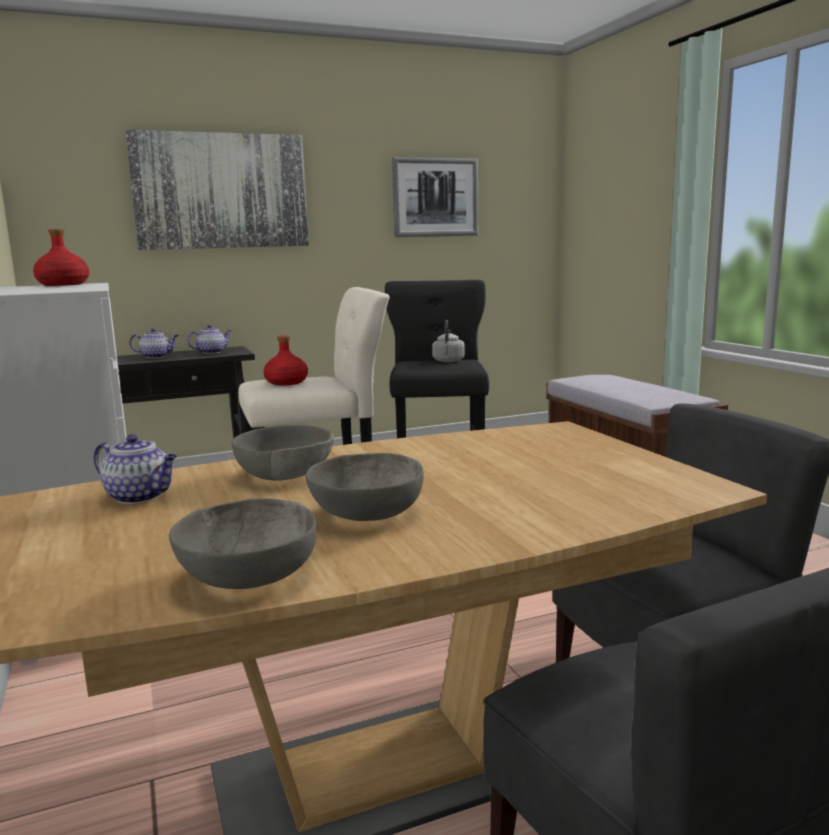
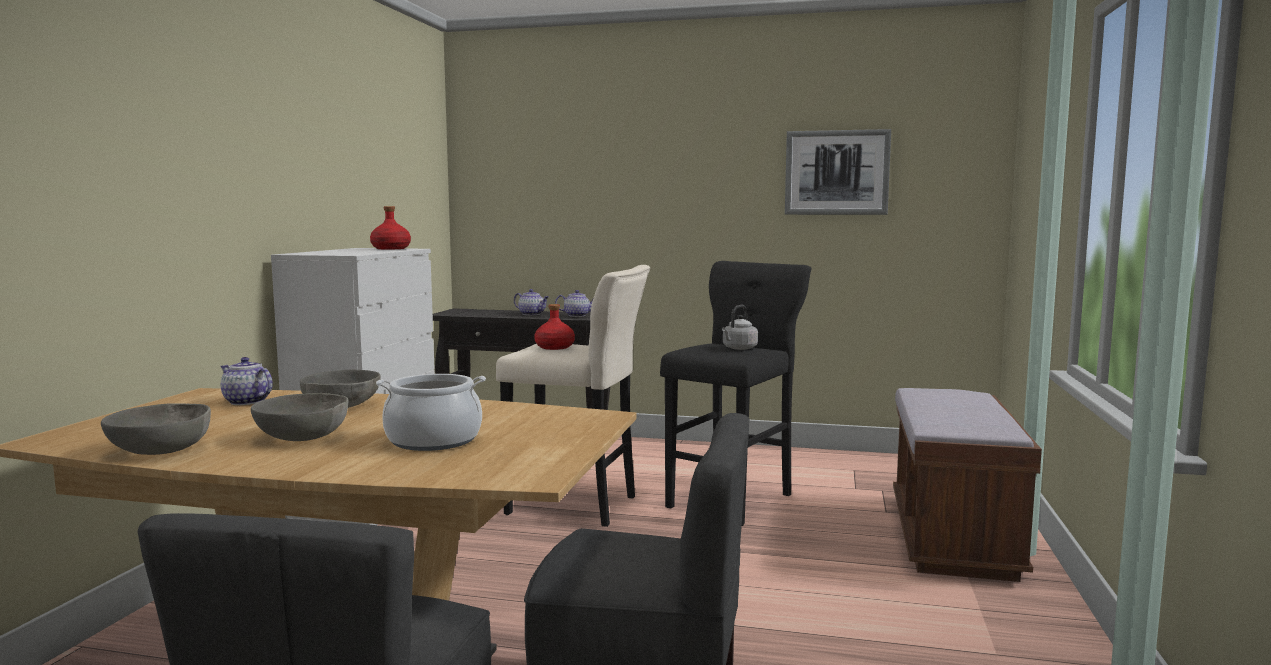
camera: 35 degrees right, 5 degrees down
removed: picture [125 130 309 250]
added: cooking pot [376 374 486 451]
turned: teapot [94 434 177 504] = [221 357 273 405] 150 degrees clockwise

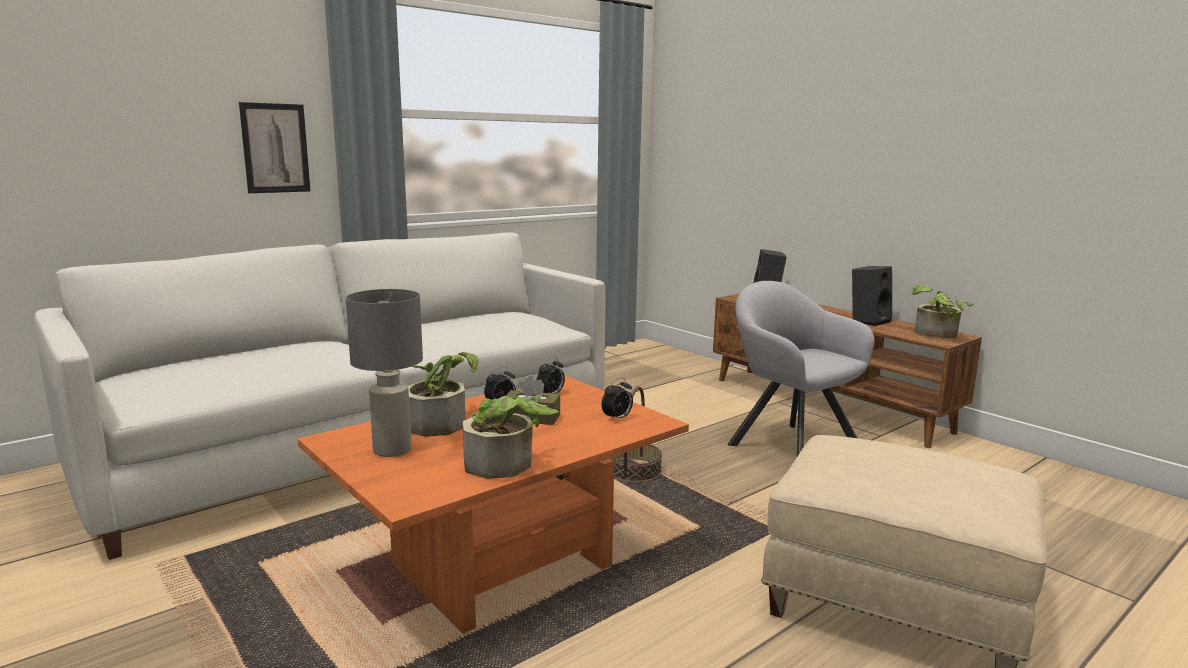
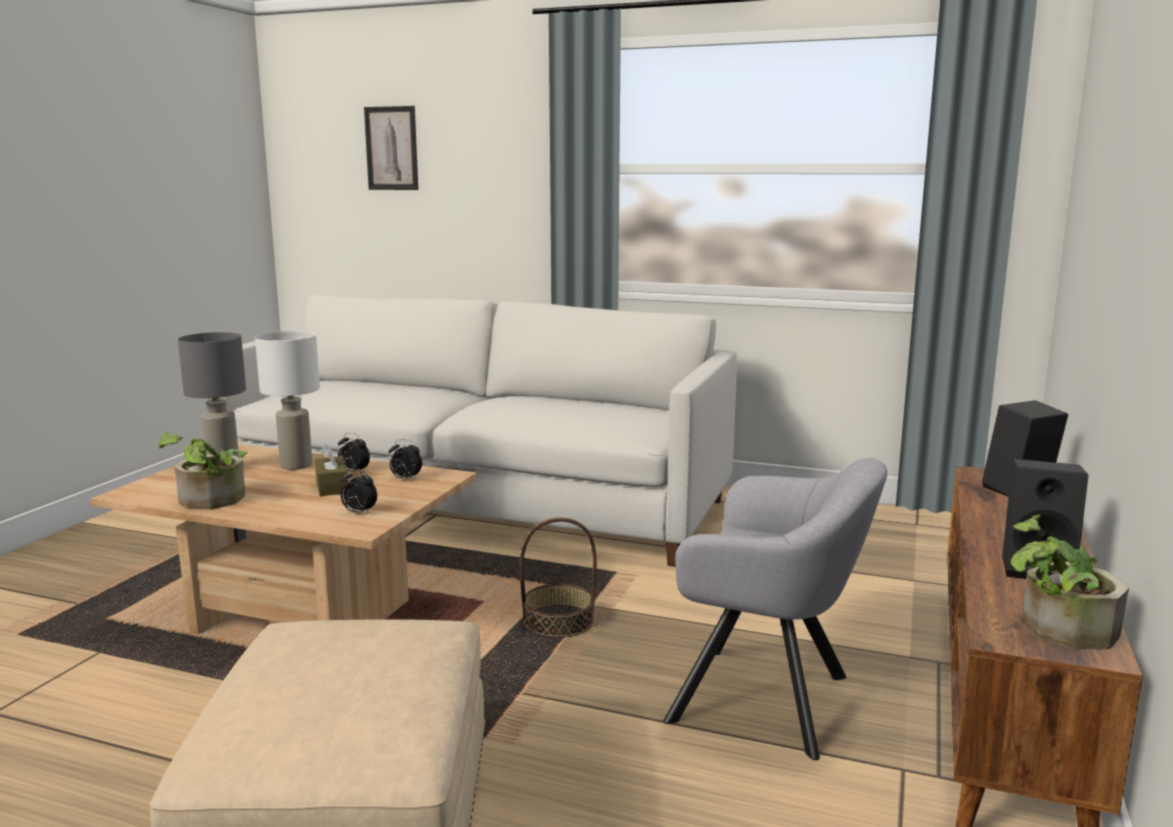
camera: 60 degrees right, 0 degrees up
moved: picture [239 102 310 193] to [364 106 418 190]
replaced: potted plant [408 352 478 436] to table lamp/white [255 331 320 470]
recoloured: coffee table/orange [297 375 689 634] to coffee table/beige [91 444 477 634]
turned: armchair/grey [728 281 875 456] = [664 458 887 760] 90 degrees clockwise

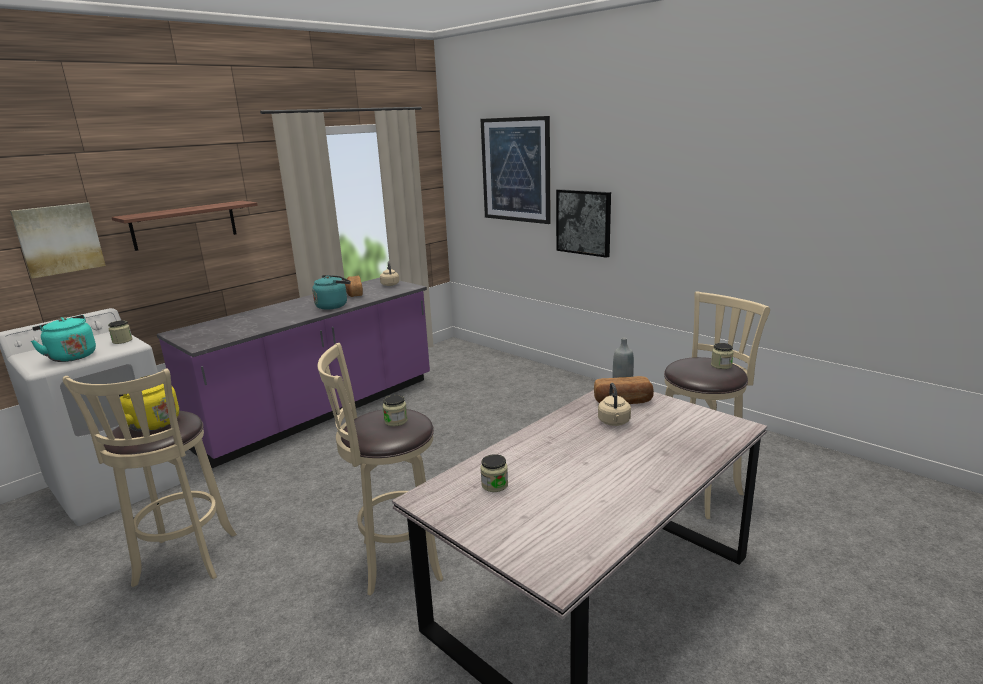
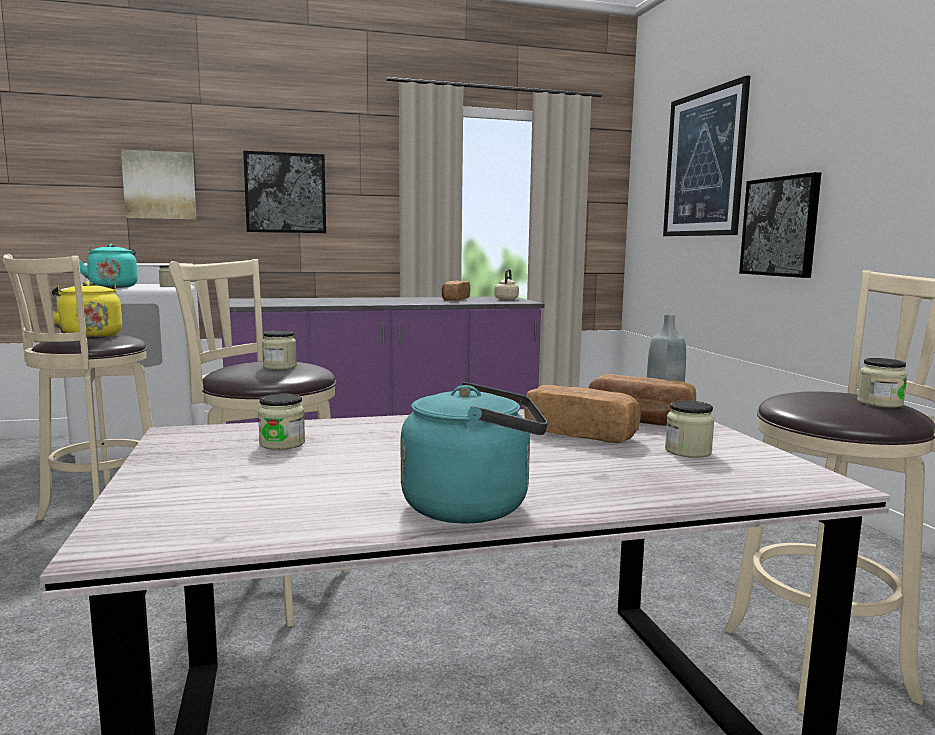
camera: 30 degrees right, 10 degrees down
added: jar [665 400 715 458]
moved: kettle/turquoise [312 275 351 310] to [401 382 548 524]
replaced: shelf [112 201 258 251] to picture [243 151 326 233]; kettle/beige [598 383 631 426] to bread [524 385 641 443]

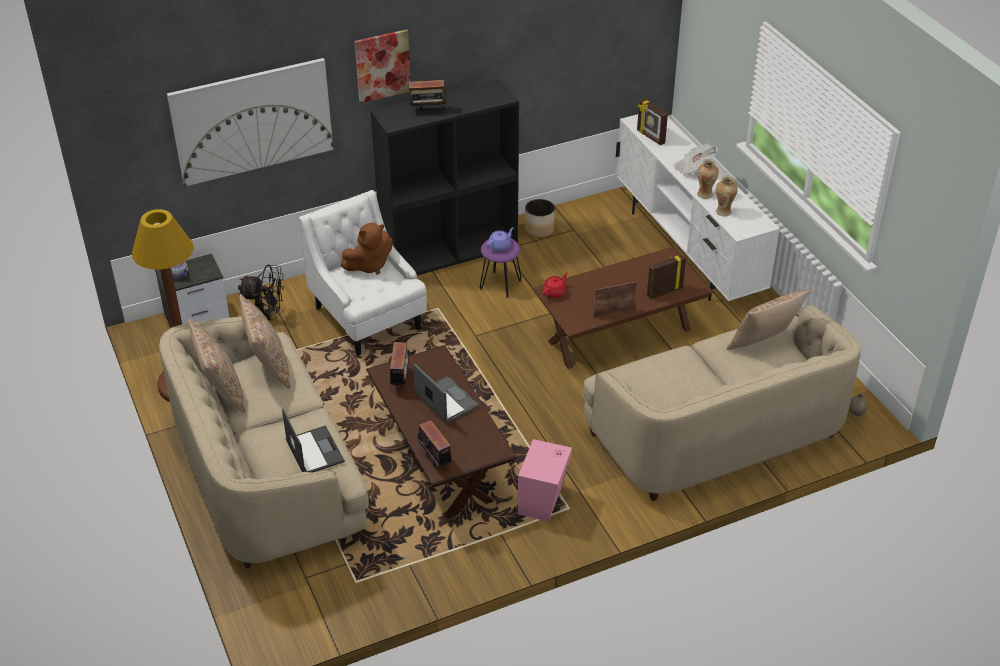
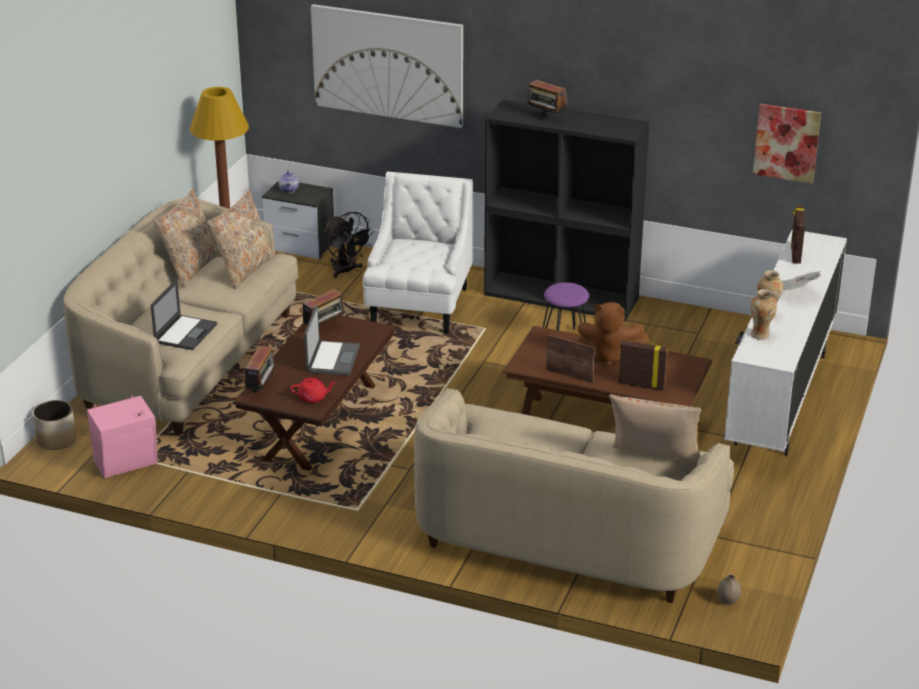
camera: 45 degrees right, 10 degrees down
removed: teapot/purple [487 227 514 251]
moved: plush toy/brown [341 222 393 275] to [577 302 649 367]; picture [354 29 411 103] to [753 104 821 183]; speaker/pink [518 439 572 522] to [87 395 158 478]; planter [525 199 555 237] to [33 400 76 450]; teapot/red [543 272 568 298] to [290 378 336 403]

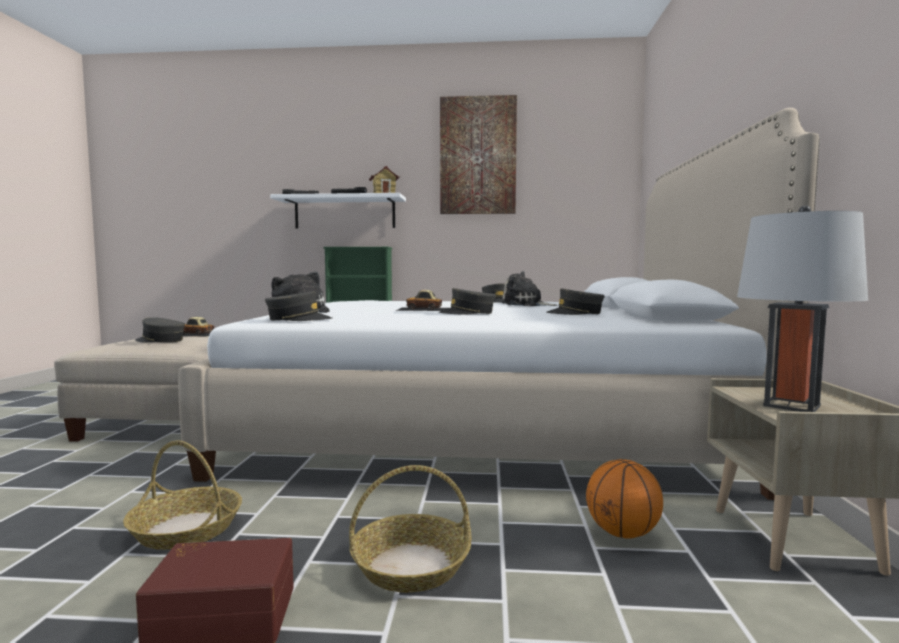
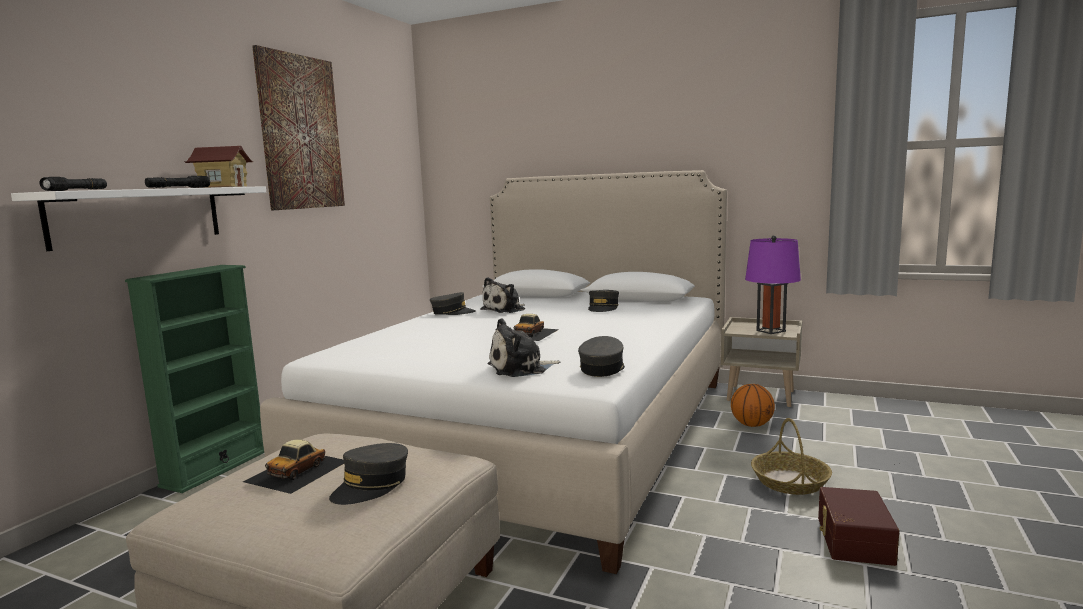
camera: 70 degrees left, 5 degrees up
removed: basket [123 441 242 550]; cap/grey [438 288 496 315]
recoloured: table lamp/grey [737 205 868 412] to table lamp/purple [745 235 801 334]

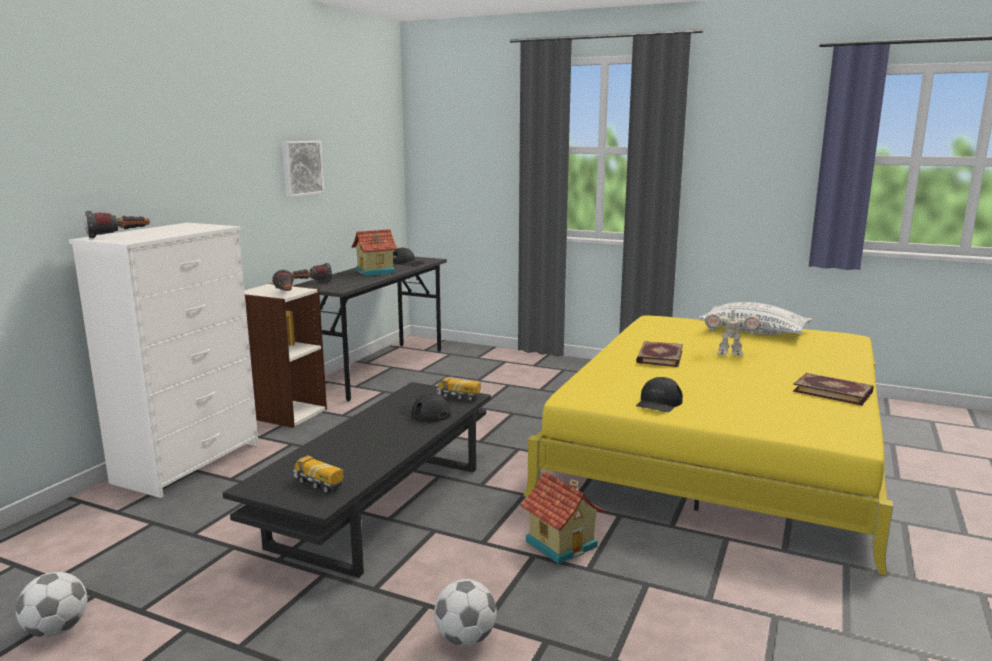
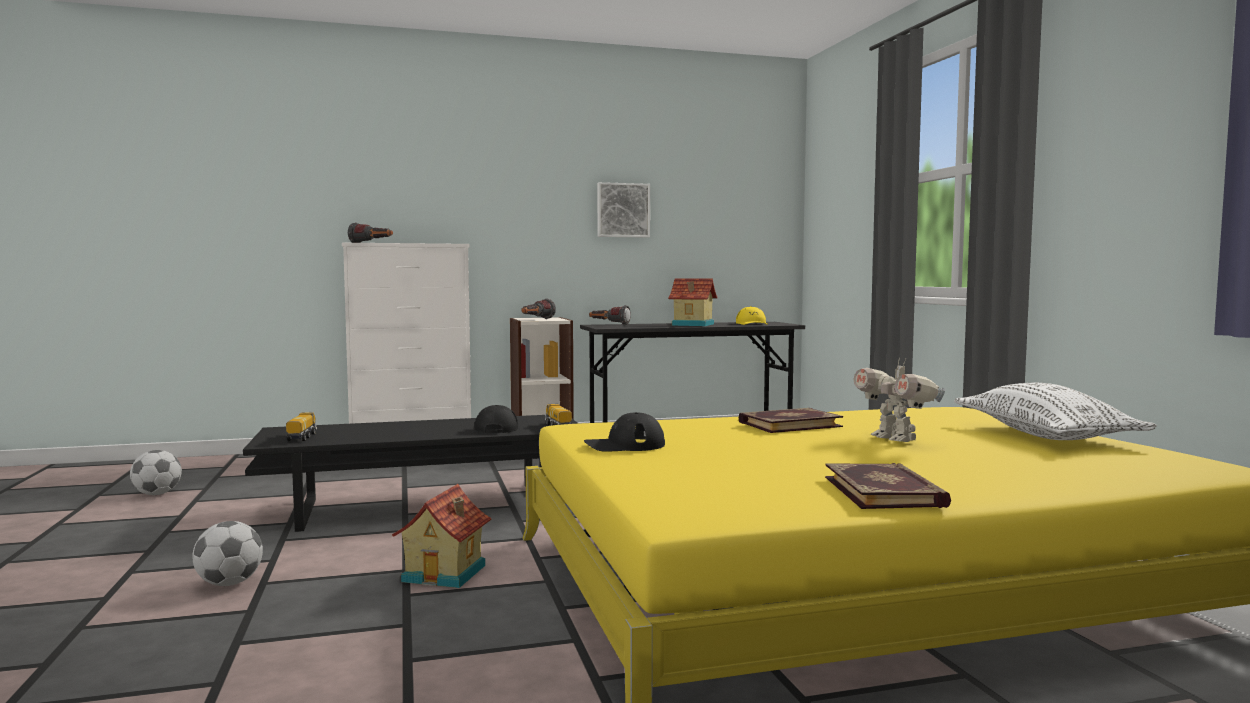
camera: 50 degrees right, 10 degrees down
recoloured: cap/black [393 248 423 265] to cap/yellow [736 306 768 325]

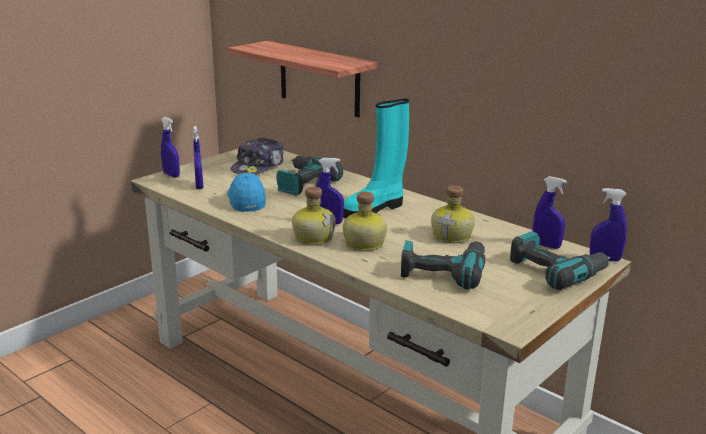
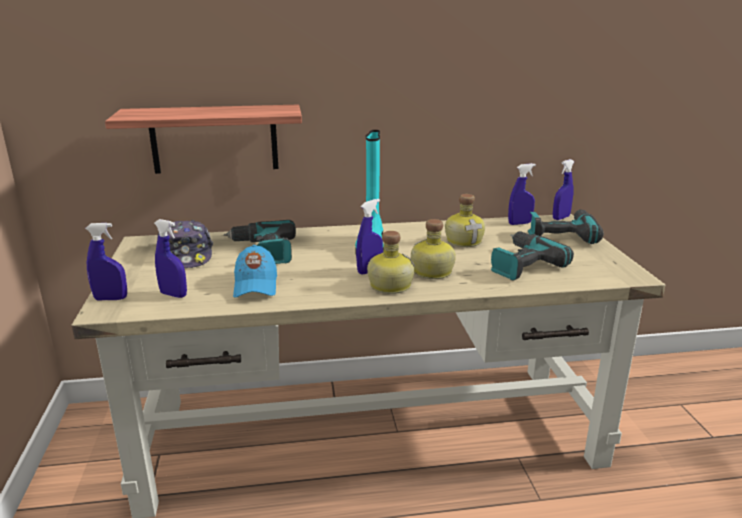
camera: 50 degrees left, 0 degrees up
turned: cap/blue [227 173 266 212] = [233 245 277 298] 120 degrees counterclockwise

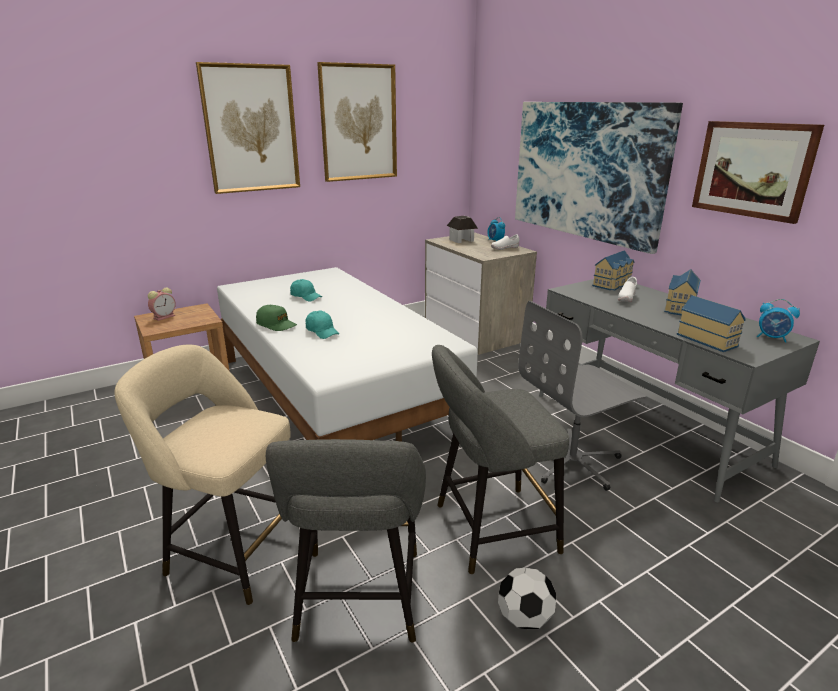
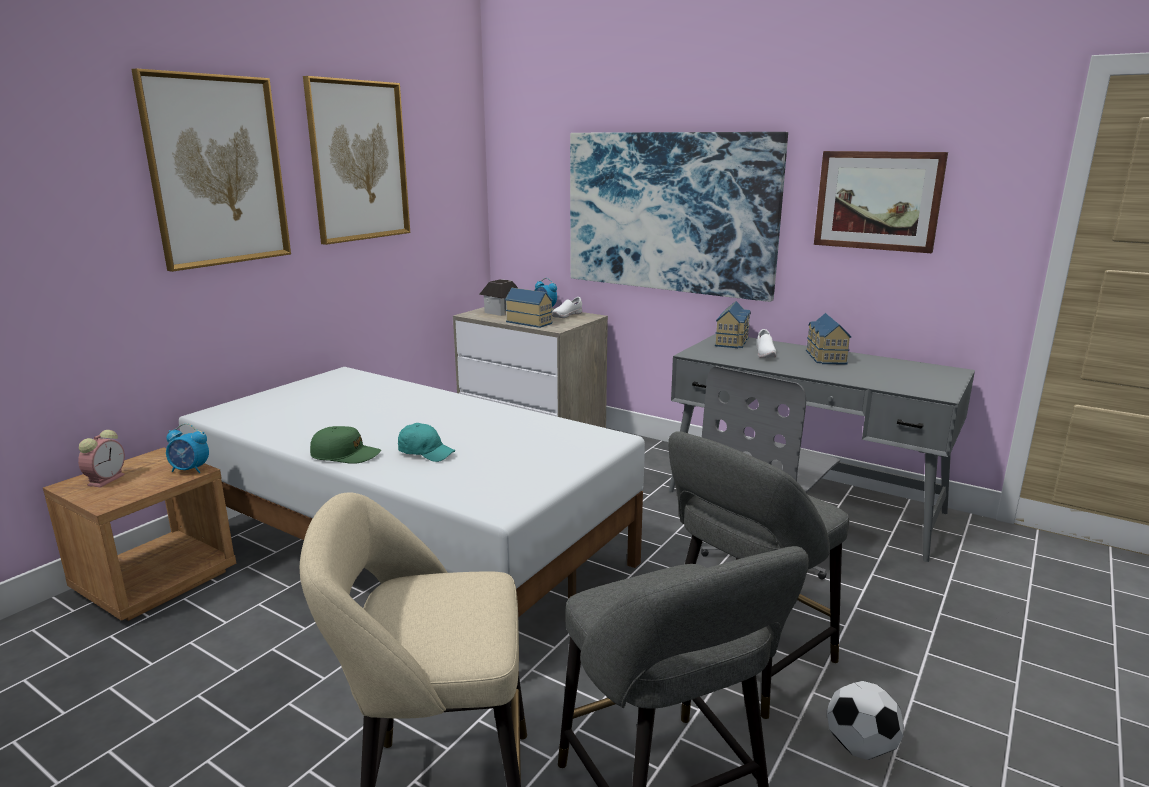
camera: 25 degrees left, 5 degrees down
removed: cap/turquoise [290 279 322 301]
moved: toy house [676 295 746 352] to [505 288 553 328]; alarm clock [757 299 800 343] to [166 423 209 474]

